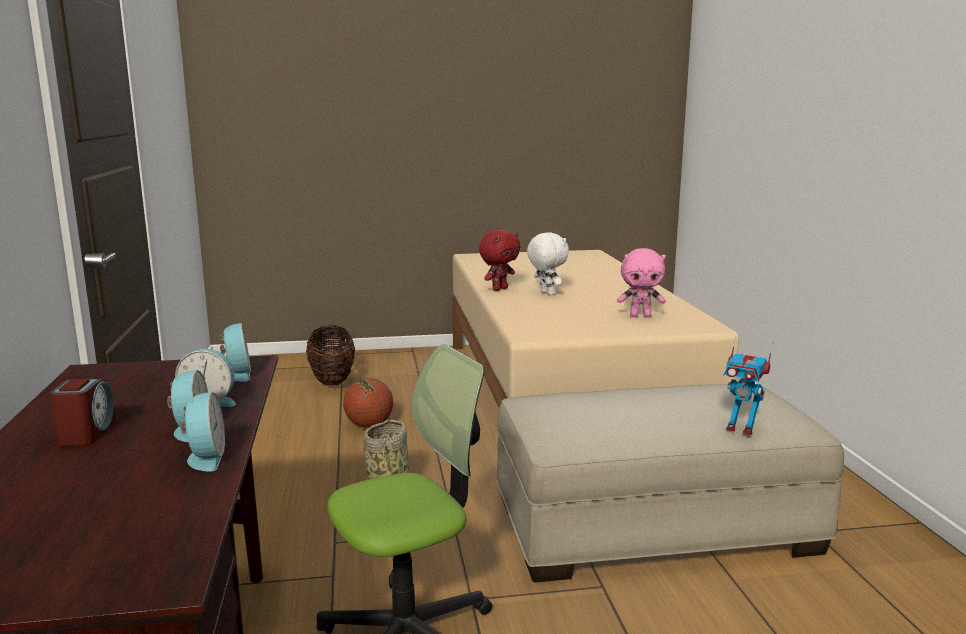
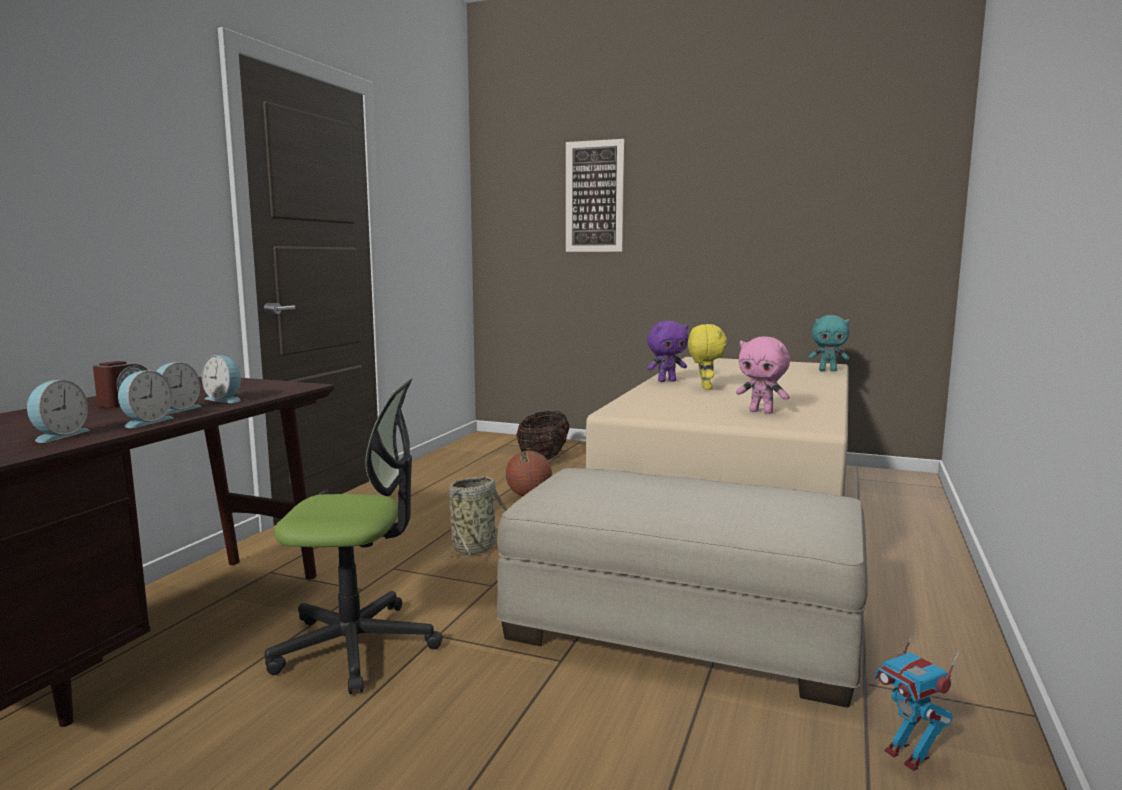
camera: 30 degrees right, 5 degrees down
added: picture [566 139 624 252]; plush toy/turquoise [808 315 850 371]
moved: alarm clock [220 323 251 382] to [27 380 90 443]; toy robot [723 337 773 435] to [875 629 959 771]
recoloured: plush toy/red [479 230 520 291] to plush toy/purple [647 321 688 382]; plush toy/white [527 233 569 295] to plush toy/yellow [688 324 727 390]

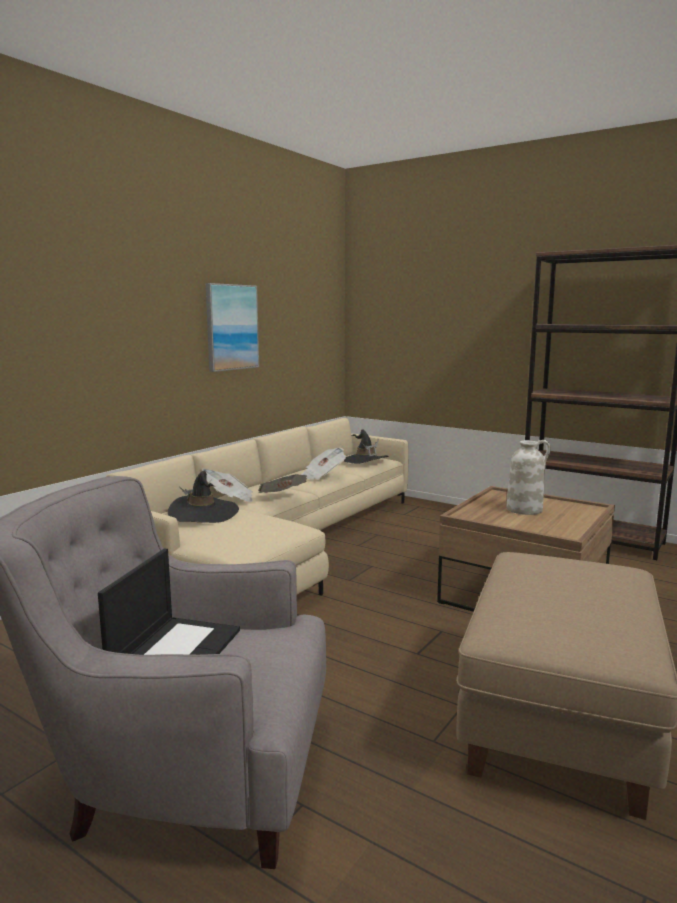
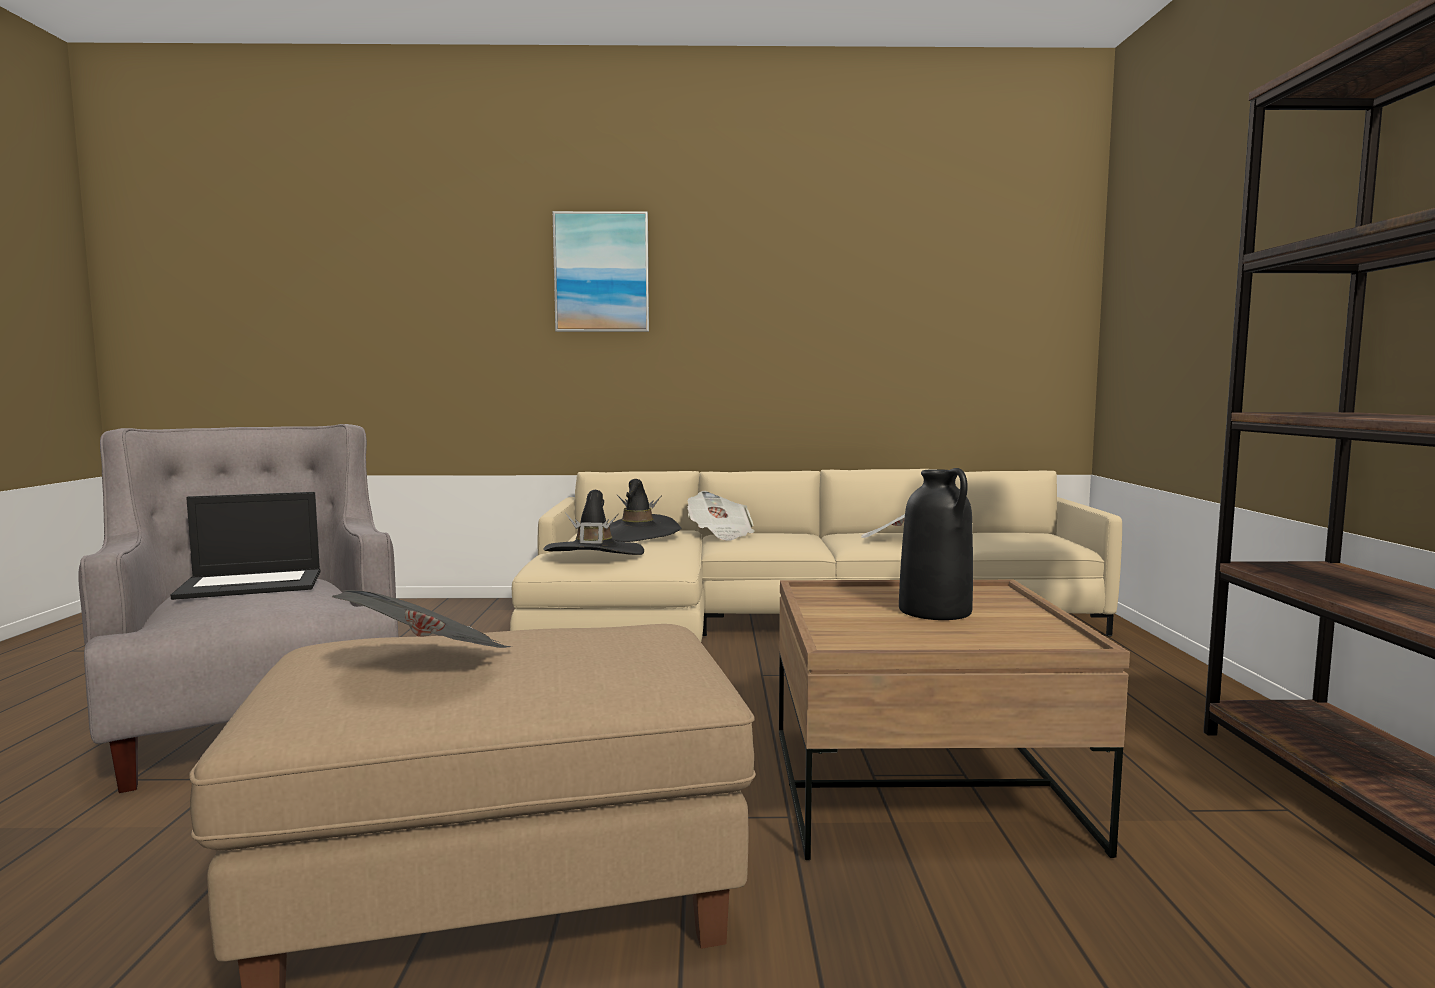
camera: 55 degrees right, 5 degrees down
moved: picture [206 283 259 372] to [553 211 649 332]; newspaper [258 474 307 493] to [332 590 513 648]; hat/black [343 429 389 464] to [543 490 644 555]
recoloured: vase/white [506 440 551 515] to vase/black [899 468 973 620]

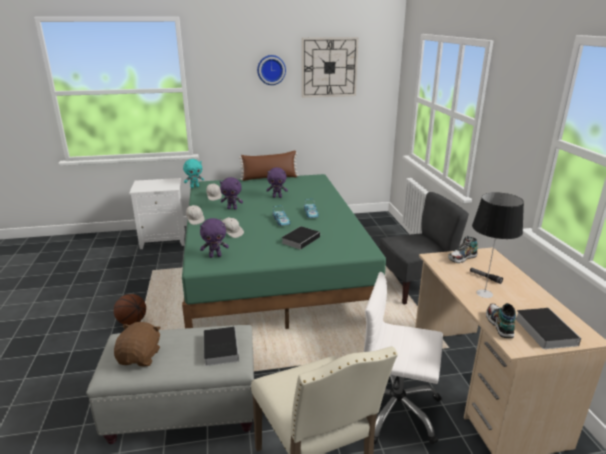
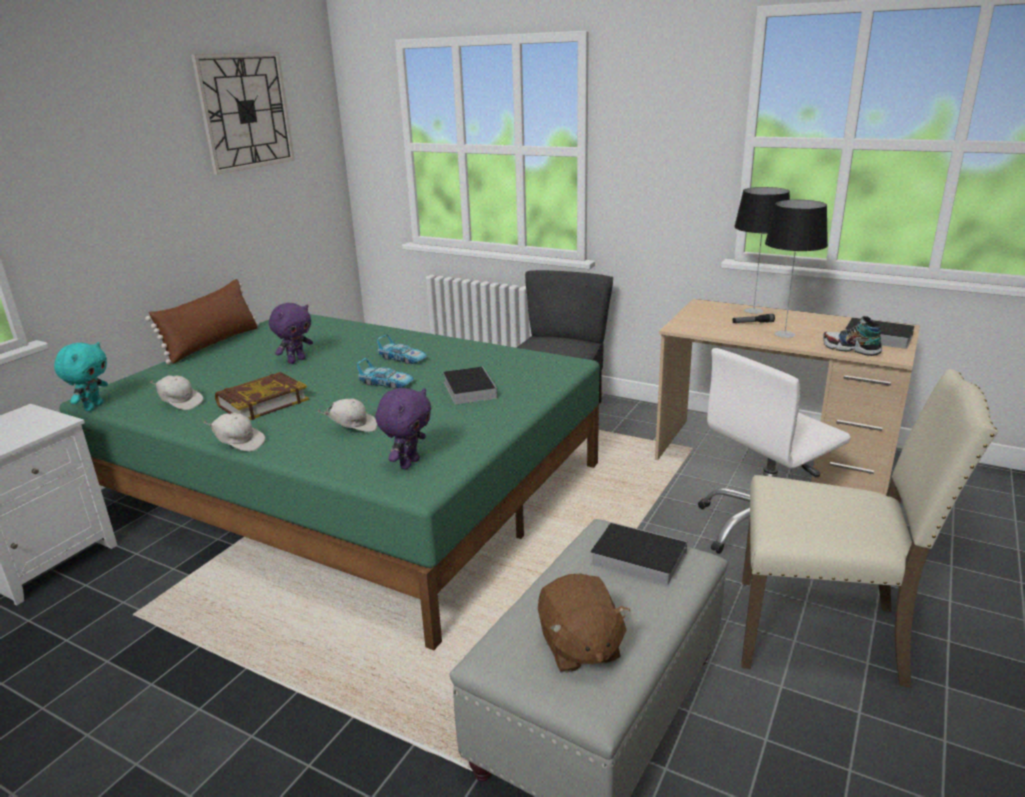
camera: 50 degrees left, 0 degrees up
removed: basketball [114 294 146 325]; wall clock [257 55 286 85]; shoe [448 235 478 263]
added: table lamp [734 187 790 314]
replaced: plush toy/purple [220 177 243 210] to book [215 372 309 420]
turned: plush toy/brown [114 322 161 366] = [538 574 630 672] 150 degrees counterclockwise

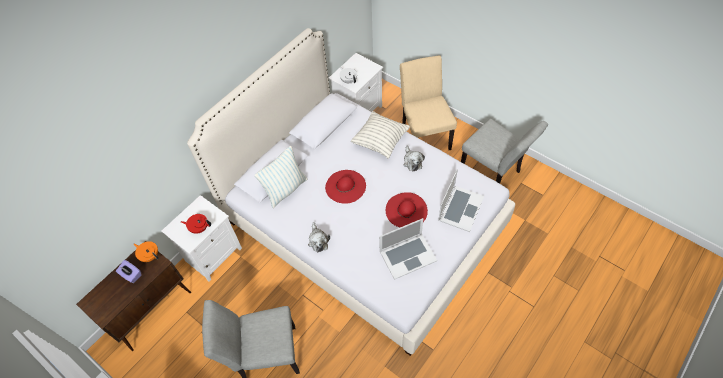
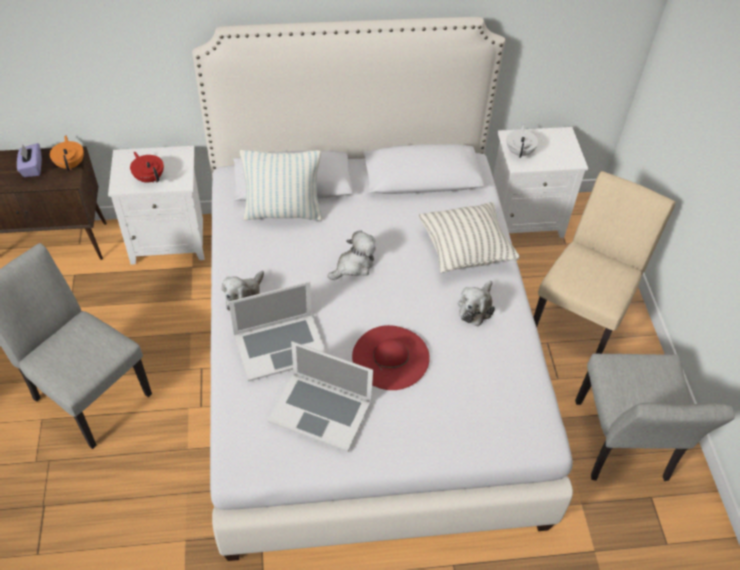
camera: 40 degrees right, 5 degrees down
moved: laptop [438 169 484 232] to [229 281 326 382]
replaced: hat/red [325 170 366 204] to plush toy [327 230 376 280]

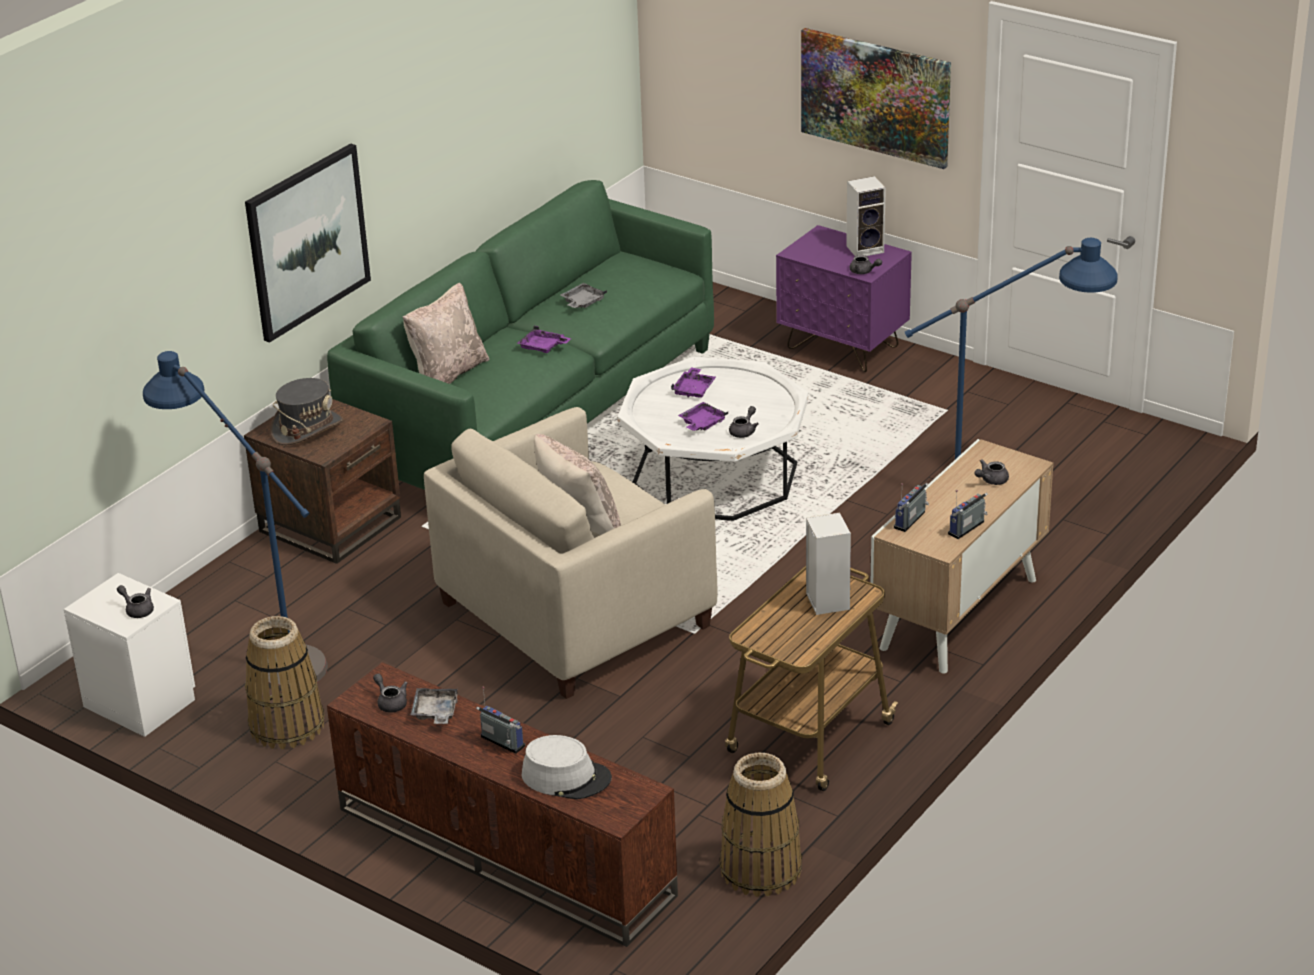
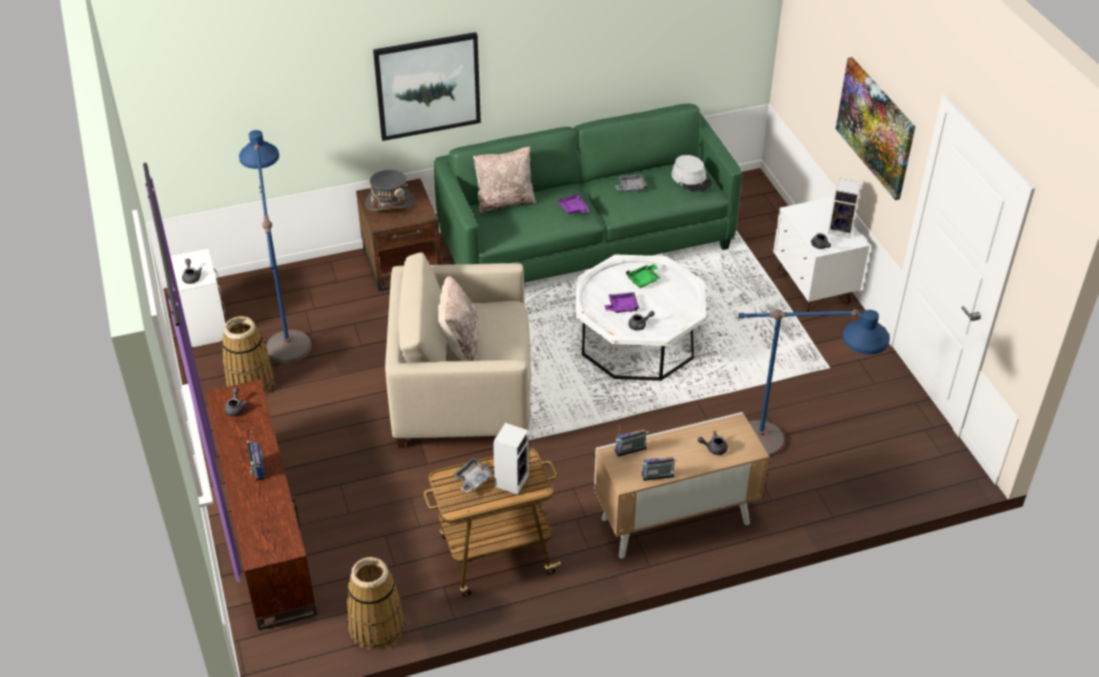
camera: 35 degrees right, 10 degrees up
moved: tray/grey [411 687 458 724] to [453 457 494 493]; hat/grey [521 735 612 799] to [671 155 712 191]
recoloured: tray/purple [671 367 716 398] to tray/green [626 264 660 288]; nightstand/purple [776 225 912 372] to nightstand/white [773 197 869 312]

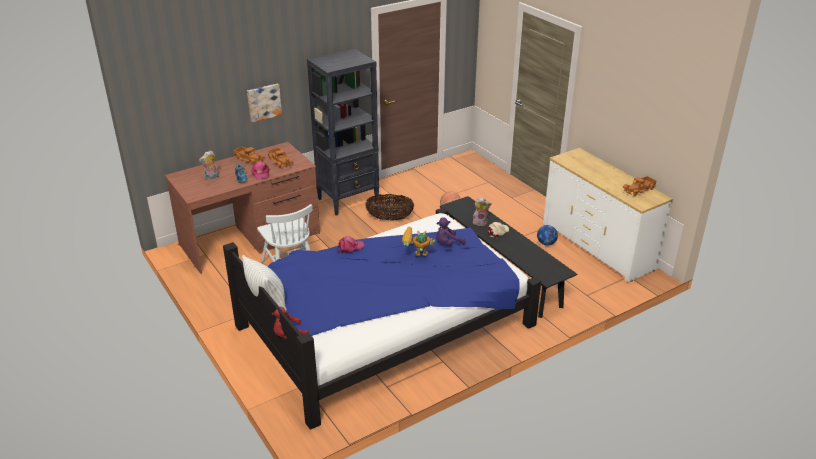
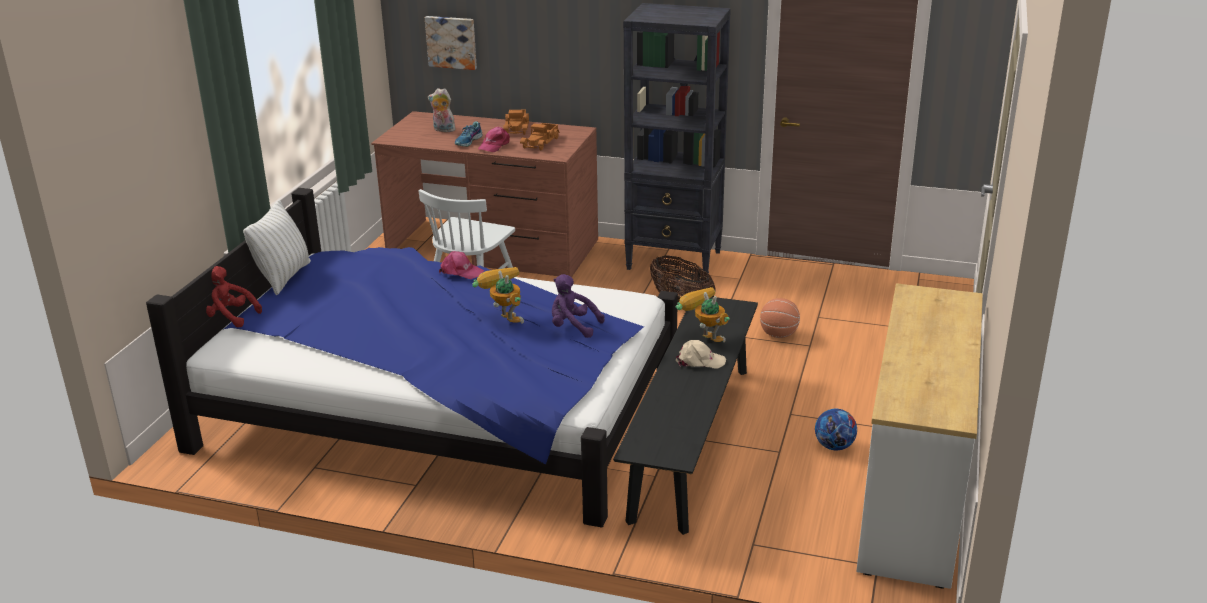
camera: 50 degrees right, 5 degrees down
removed: toy truck [623 176 656 196]
moved: picture [247 83 282 122] to [425 16 477 70]
replaced: plush toy [473 197 492 226] to toy robot [676 287 730 343]

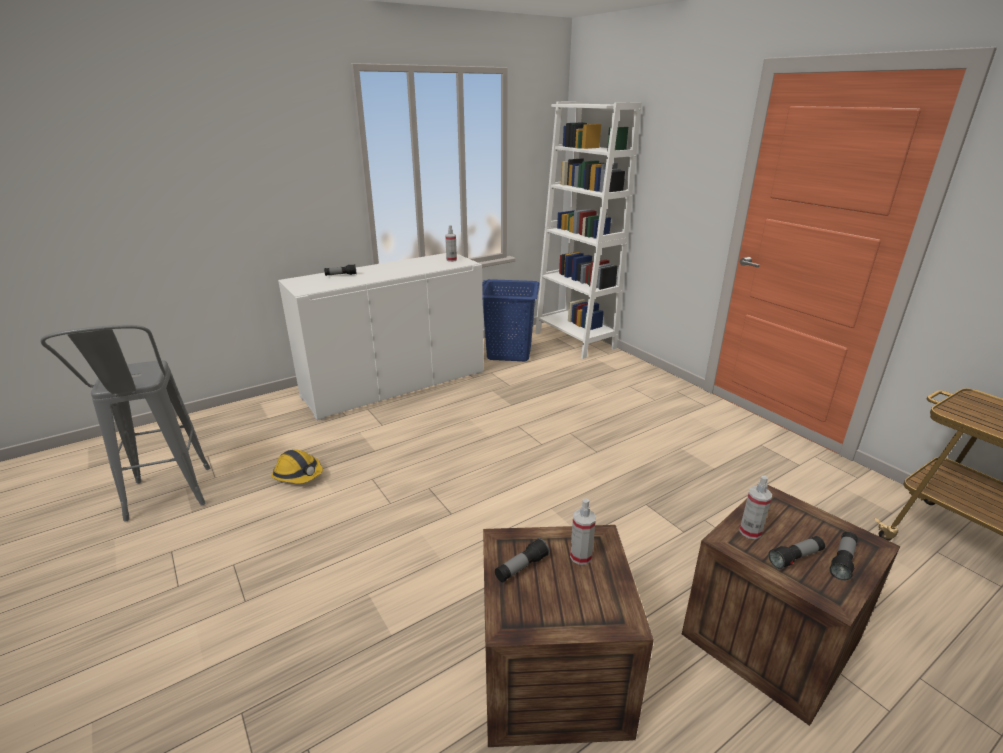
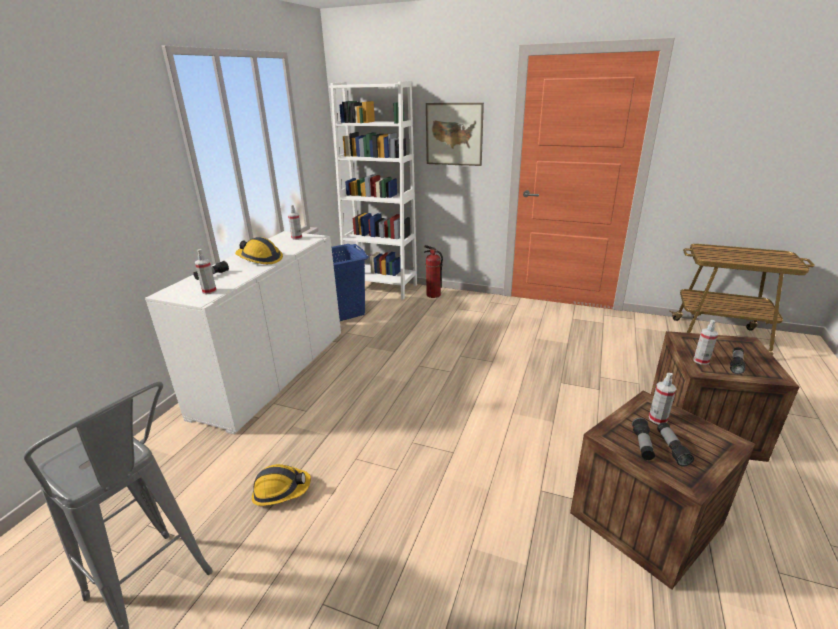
camera: 35 degrees left, 0 degrees up
added: spray bottle [195 249 217 294]; hard hat [235 237 283 264]; fire extinguisher [424 245 443 298]; picture [426 103 484 166]
moved: flashlight [829 532 858 581] to [657 423 694 467]

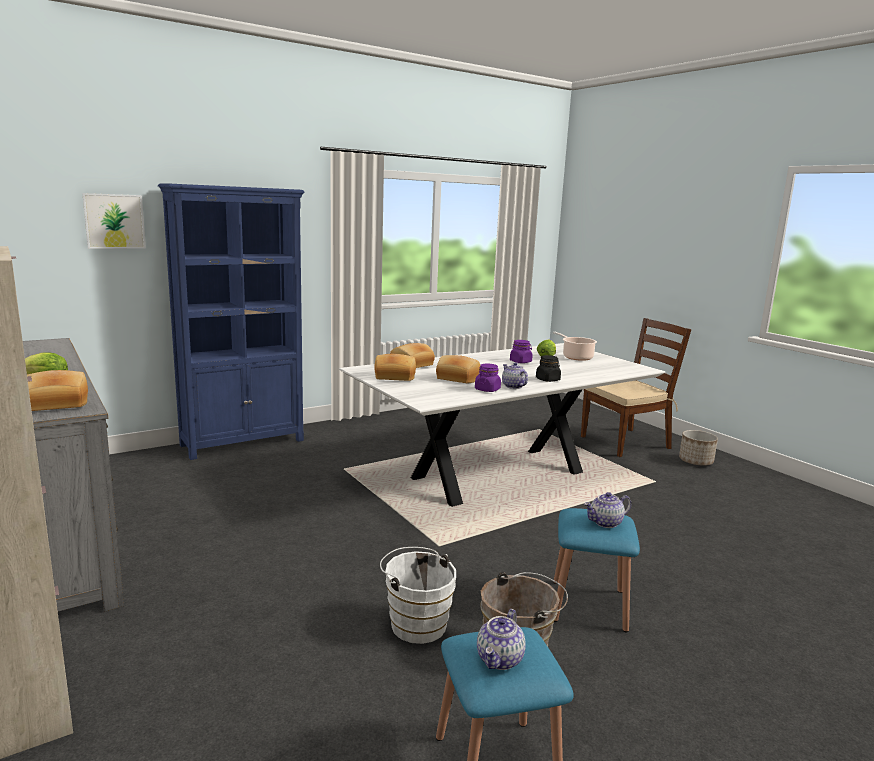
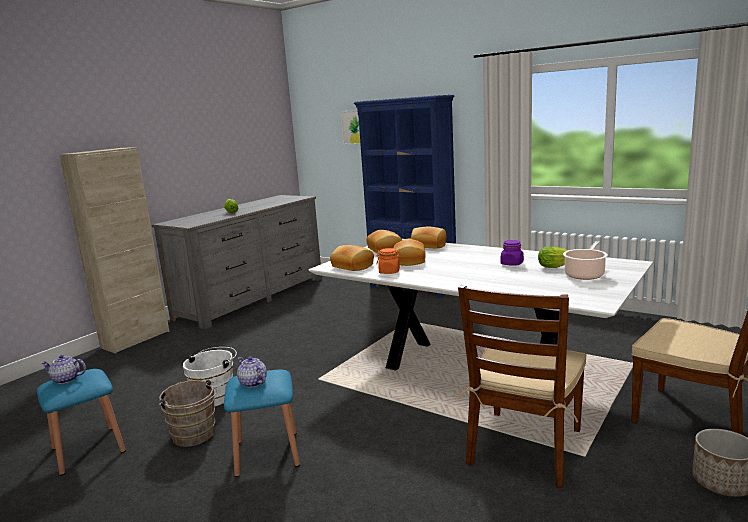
camera: 70 degrees right, 0 degrees up
removed: teapot [502 362 528 389]; jar/black [536 355 561 382]
added: chair/brown [458 285 587 488]
moved: bread [27 370 88 411] to [330 245 374 271]
recoloured: jar/purple [475 363 501 392] to jar/orange [376 248 402 274]

